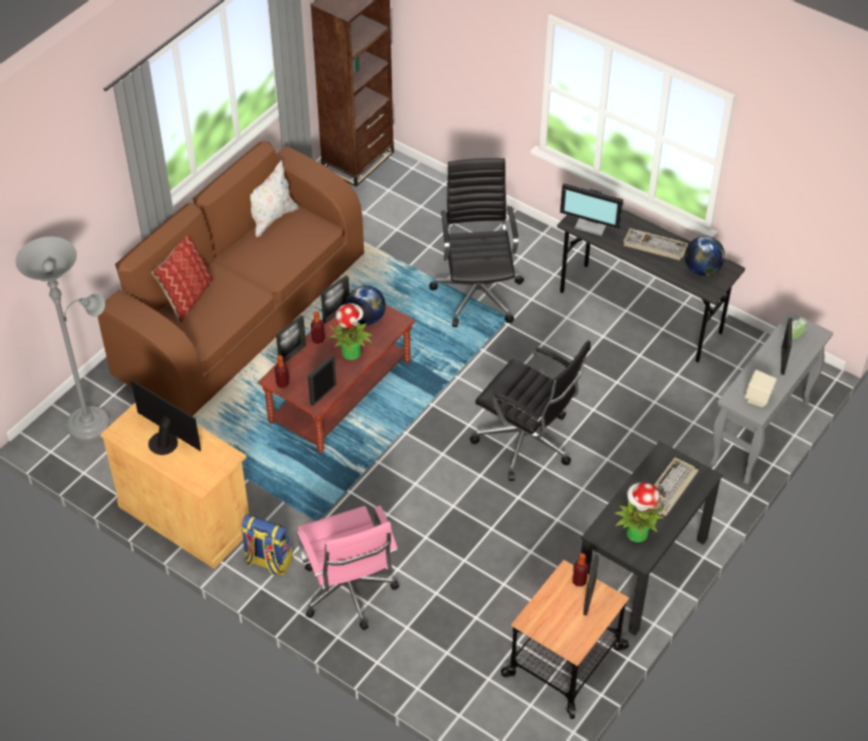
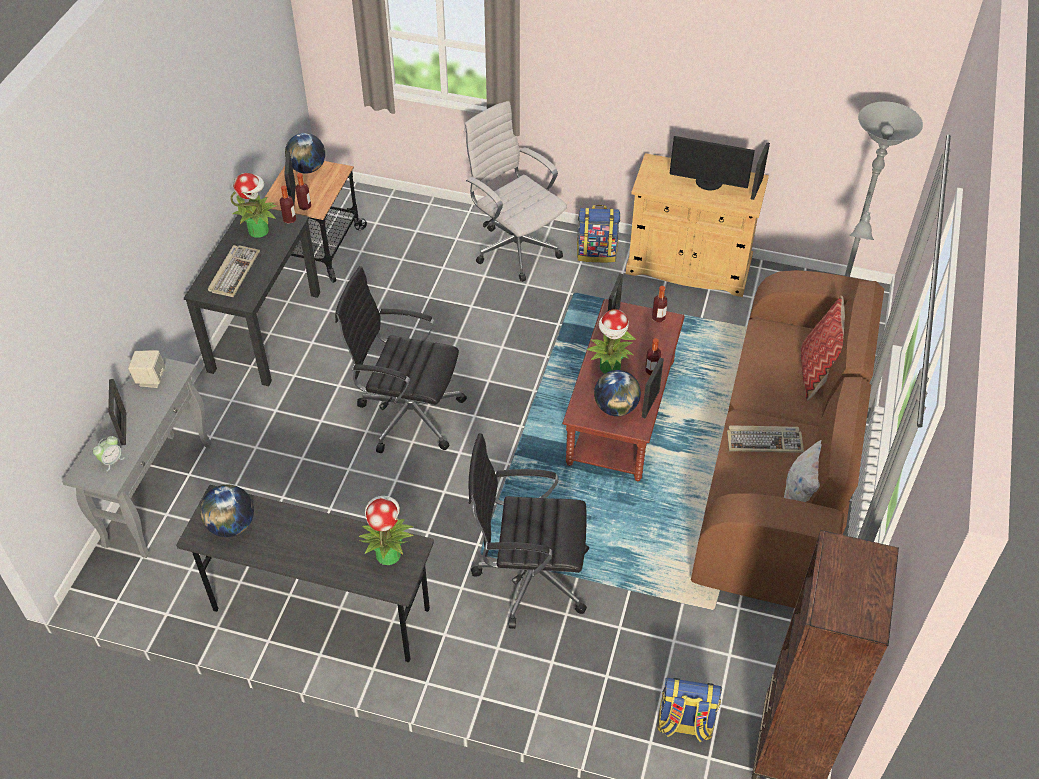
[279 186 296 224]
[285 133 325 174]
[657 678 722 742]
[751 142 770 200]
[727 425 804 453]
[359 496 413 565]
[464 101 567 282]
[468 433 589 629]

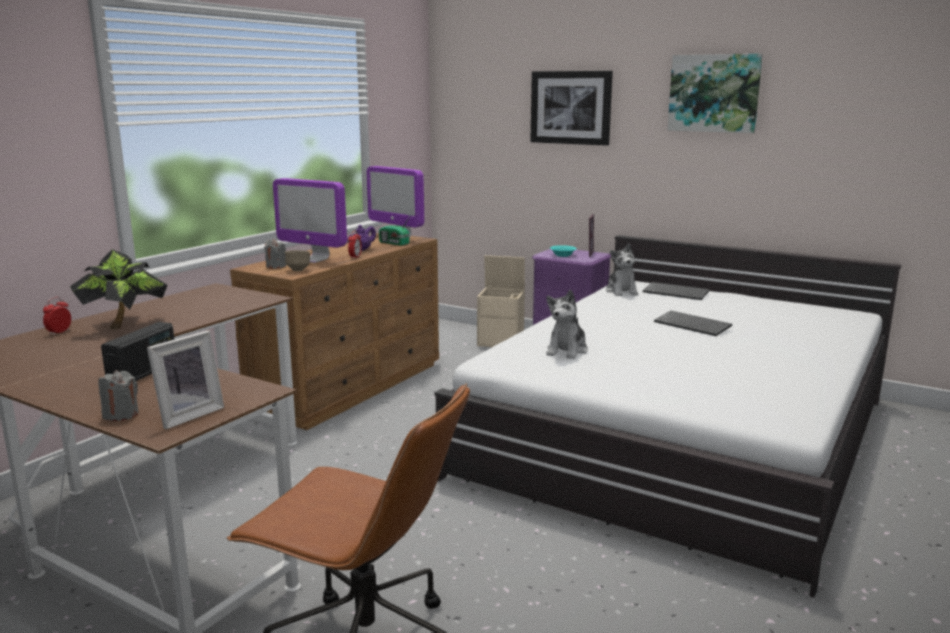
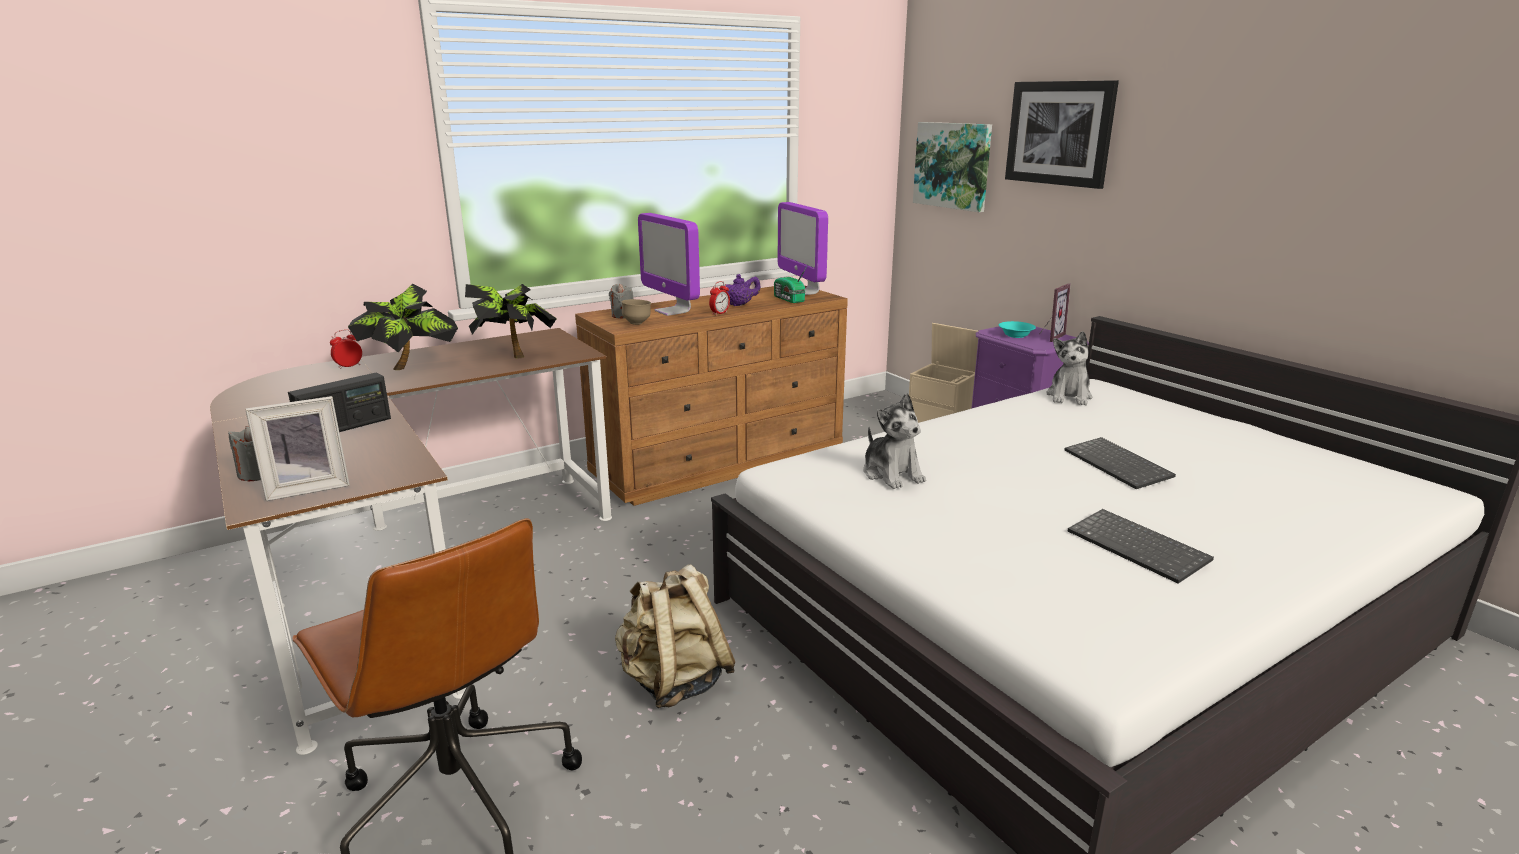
[465 284 557 358]
[615 564 735 708]
[1068 509 1214 584]
[913 122 992 212]
[864 393 926 489]

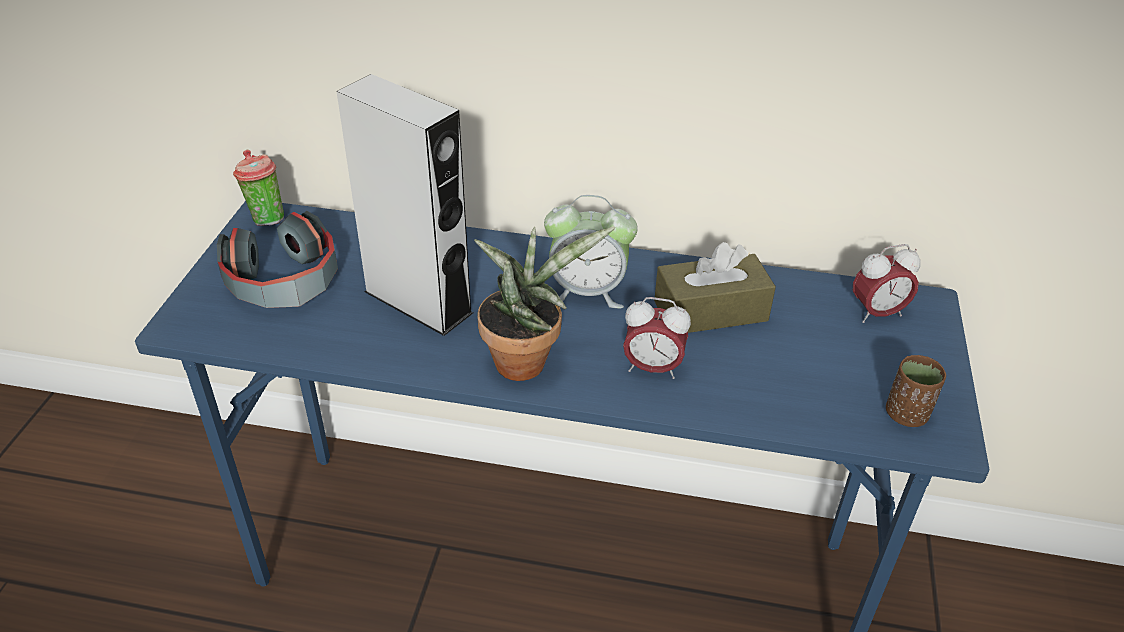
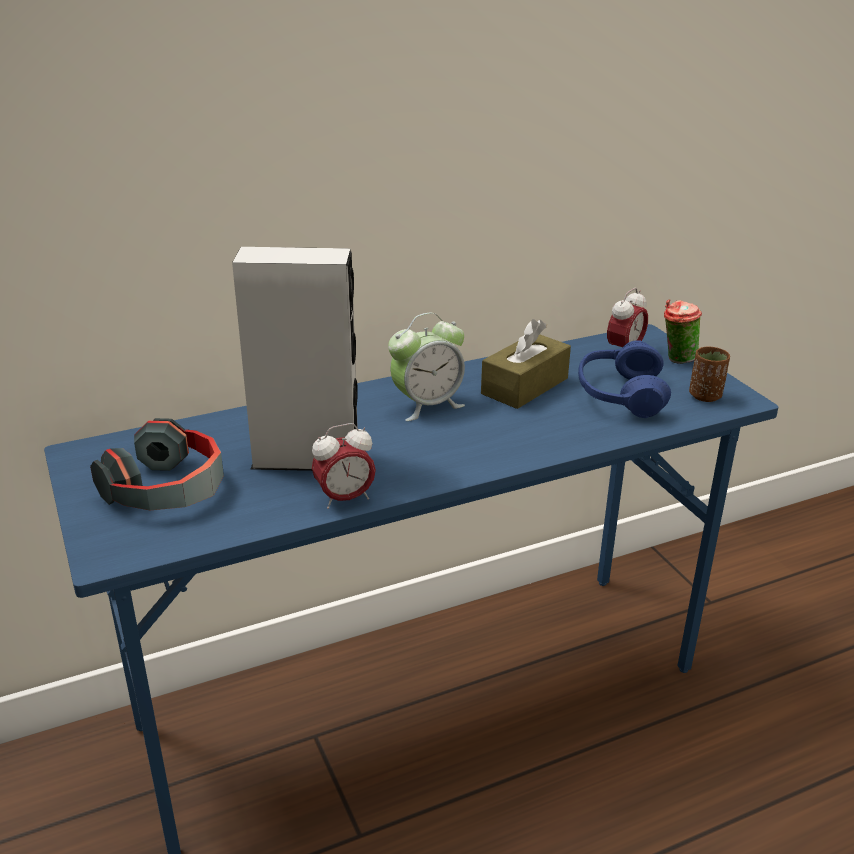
[474 226 615 381] (first image)
[578 340 671 418]
[664 299 702 364]
[312 423 376 509]

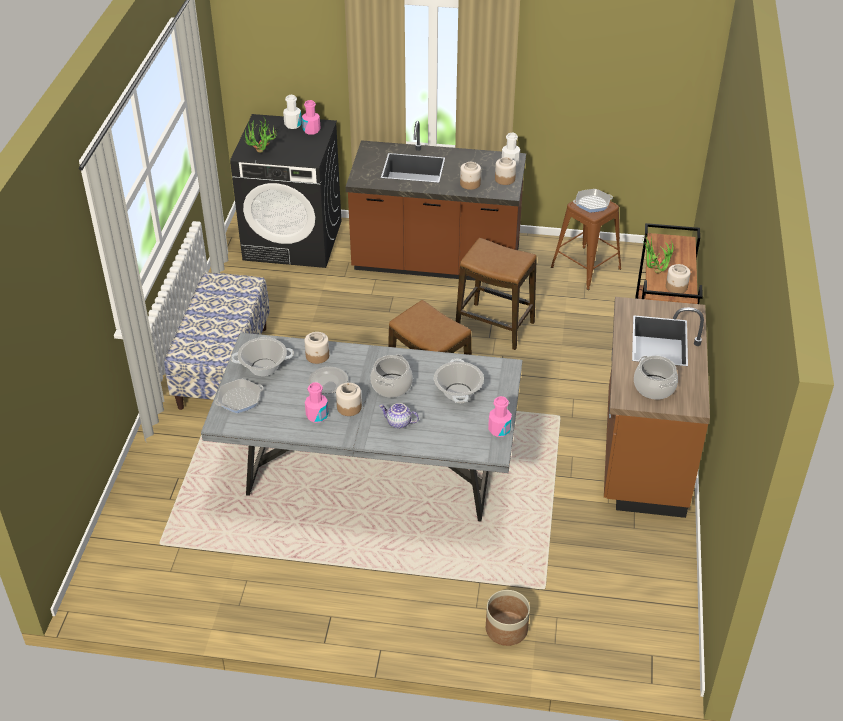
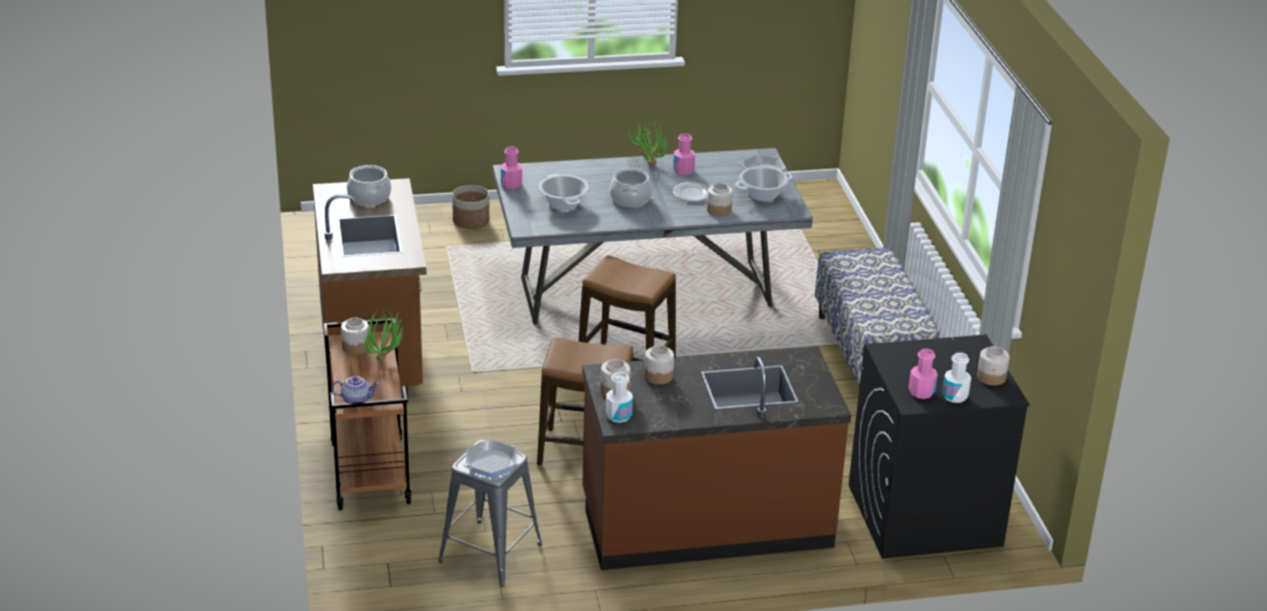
[629 119 668 166]
[977 346 1010 386]
[332 376 379 403]
[439 440 542 587]

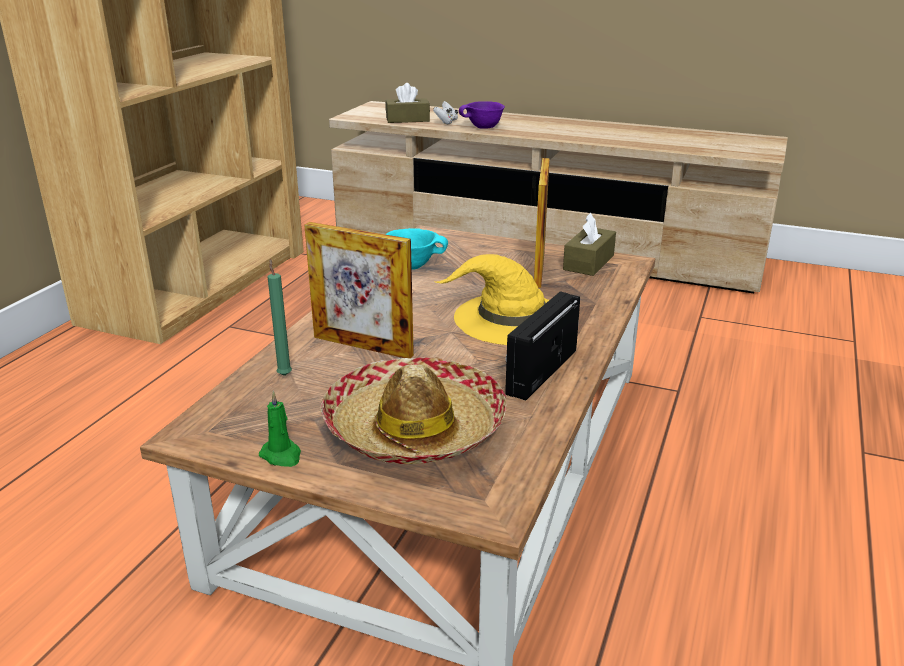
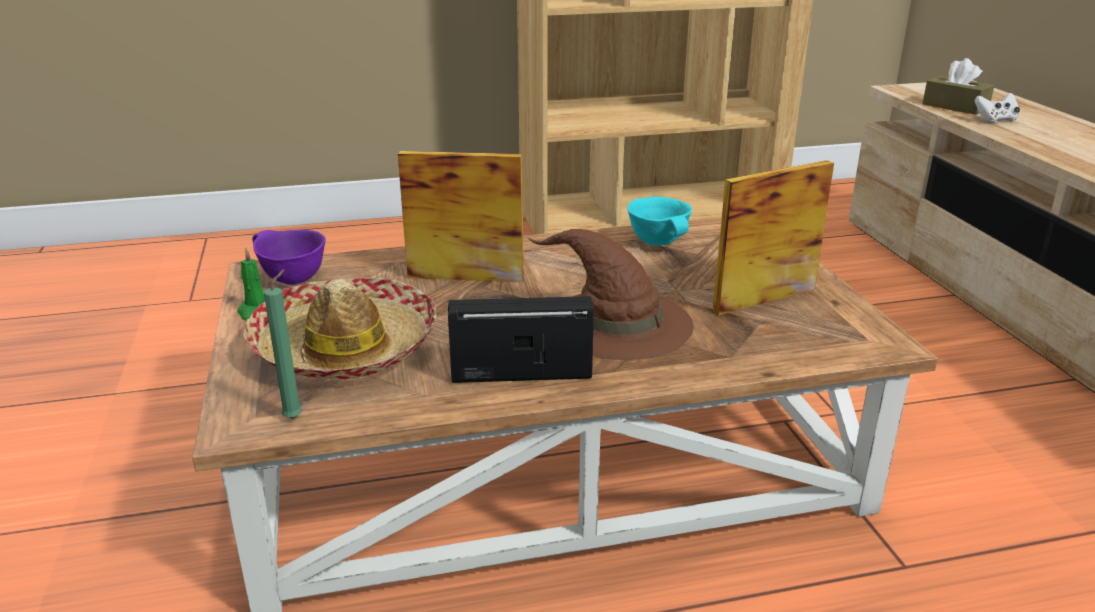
[563 213 616 276] (first image)
[264 269 302 419]
[252 230 326 285]
[528 229 693 360]
[398 151 524 282]

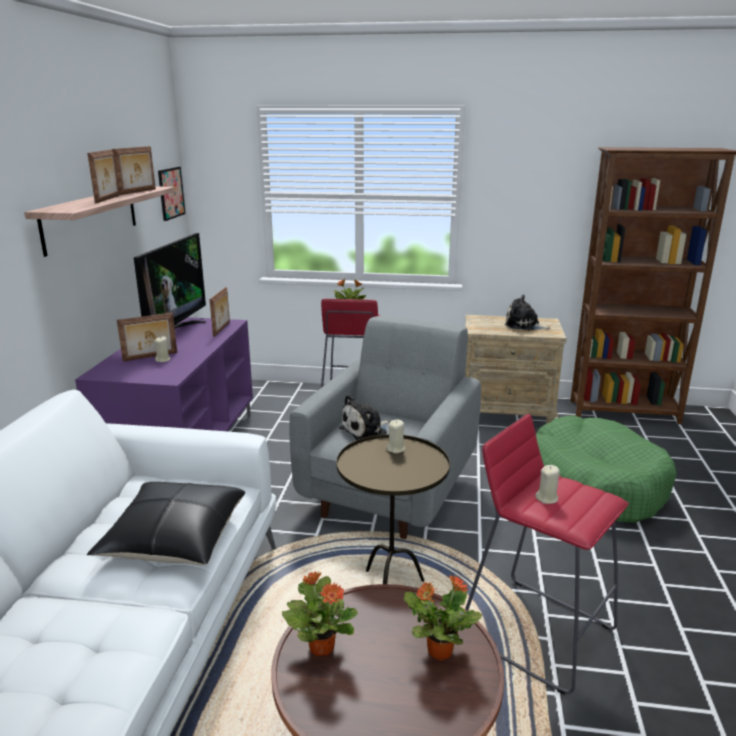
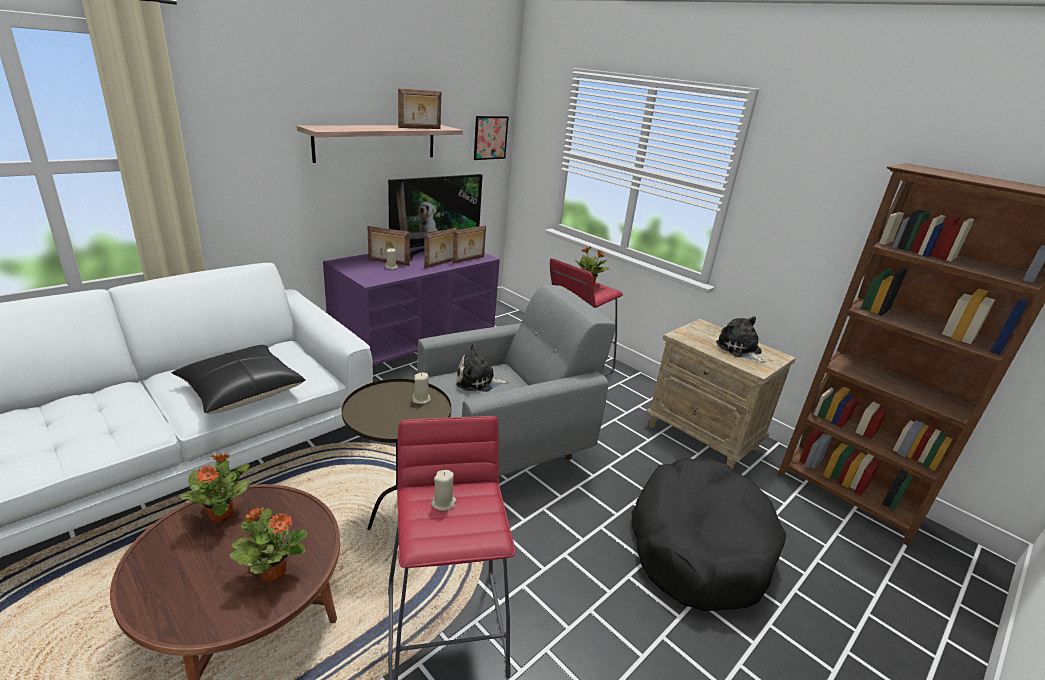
[424 228 457 268]
[632 458 786 611]

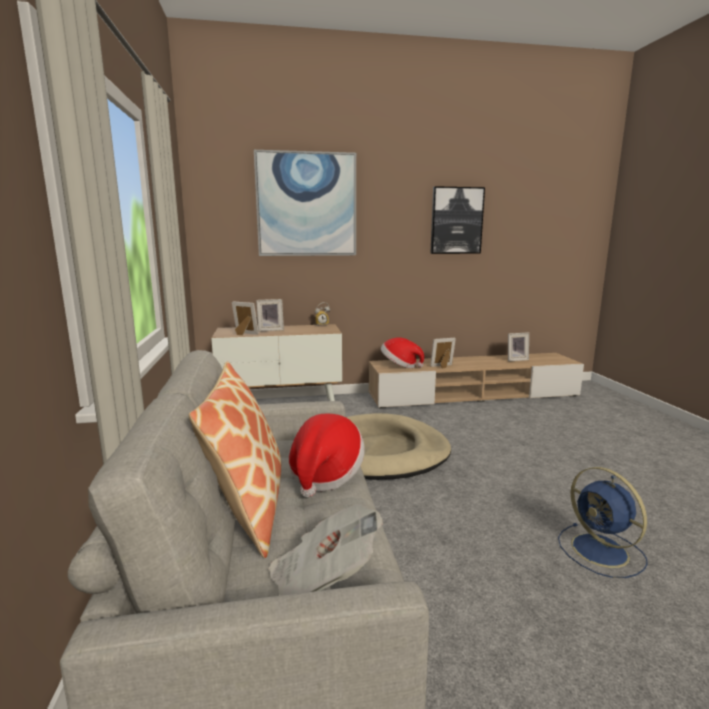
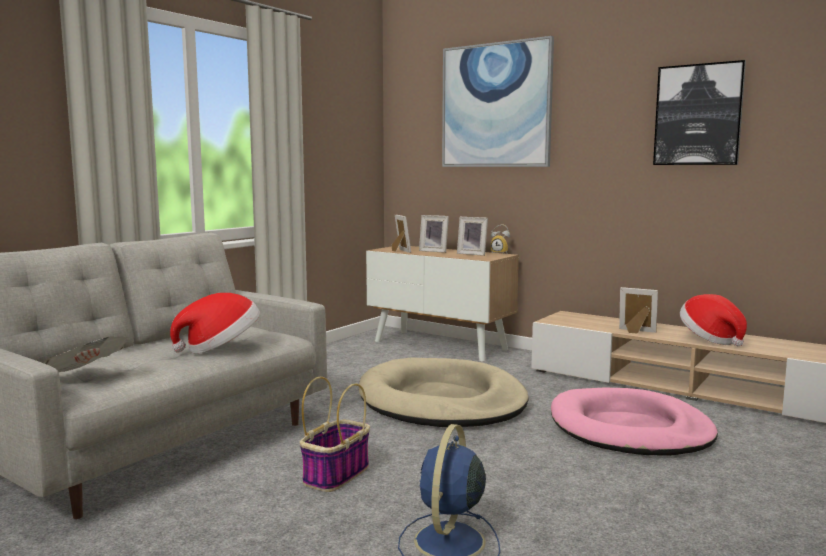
[189 361 281 558] (first image)
[300 377 370 492]
[551 388 718 456]
[680 294 747 346]
[457 217 488 256]

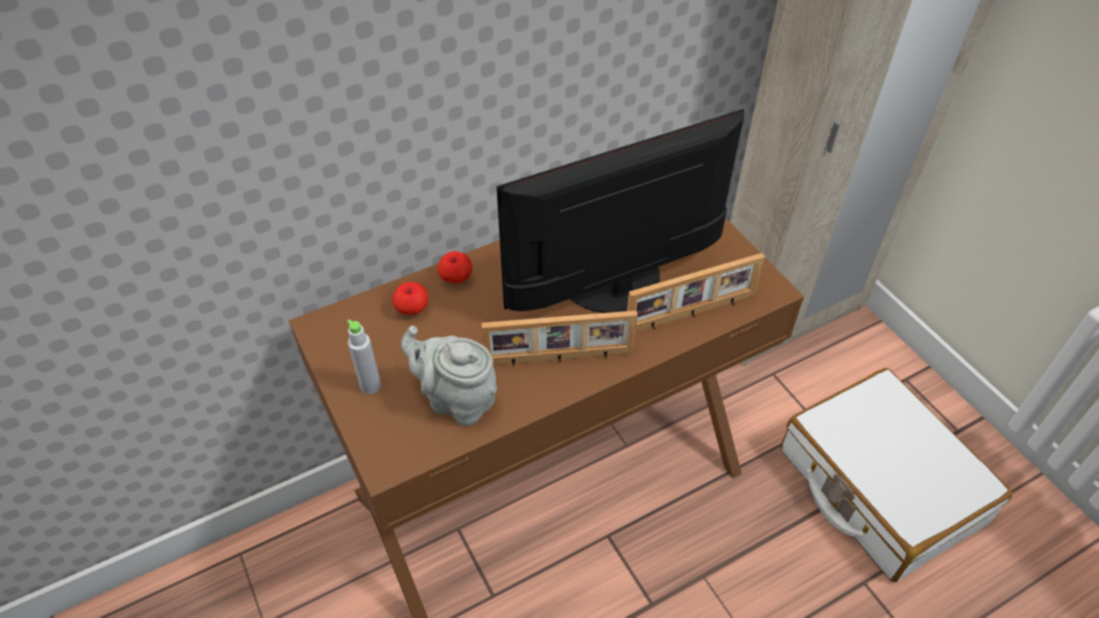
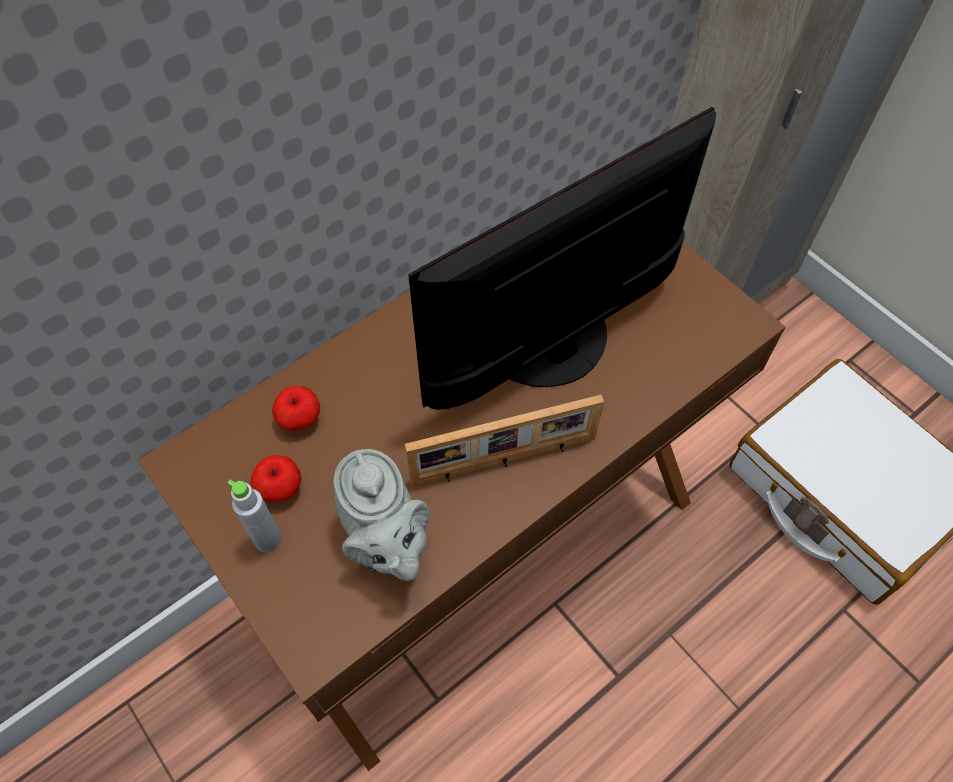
[627 253 765 332] (first image)
[251 455 301 502]
[333 449 429 581]

